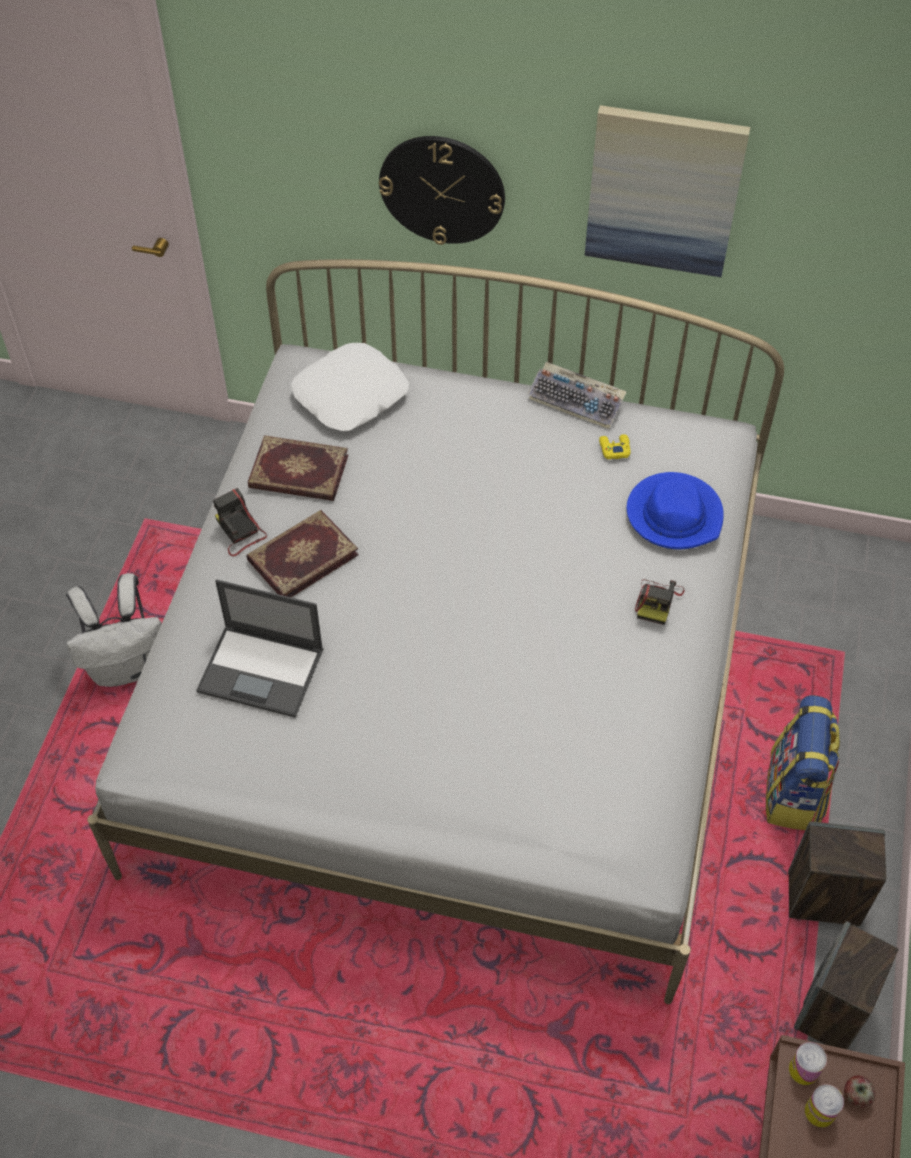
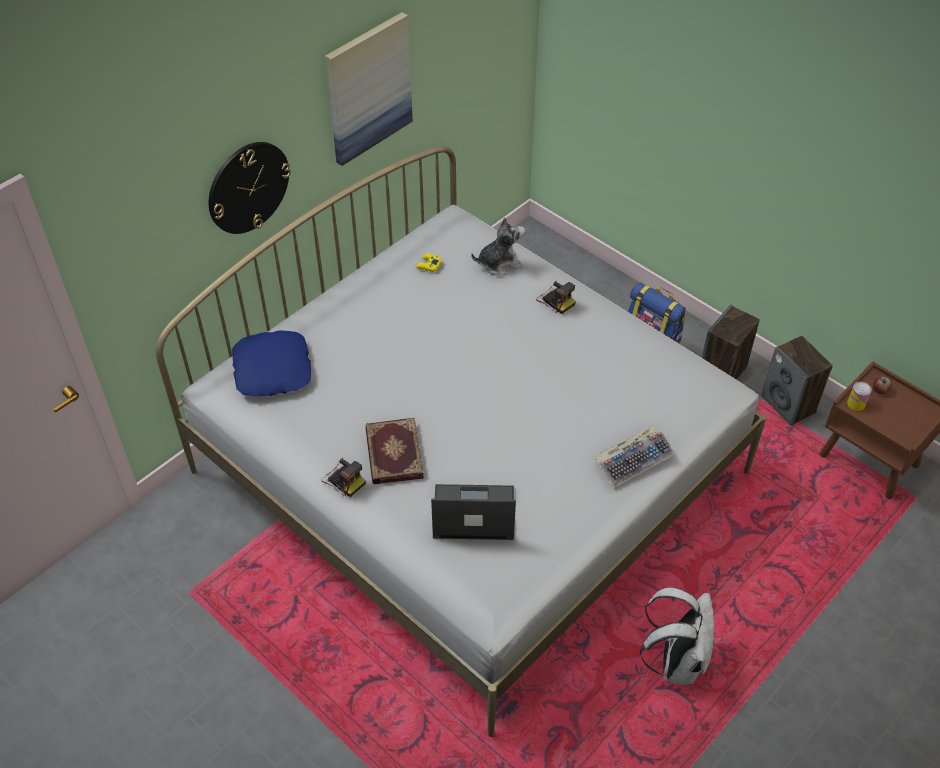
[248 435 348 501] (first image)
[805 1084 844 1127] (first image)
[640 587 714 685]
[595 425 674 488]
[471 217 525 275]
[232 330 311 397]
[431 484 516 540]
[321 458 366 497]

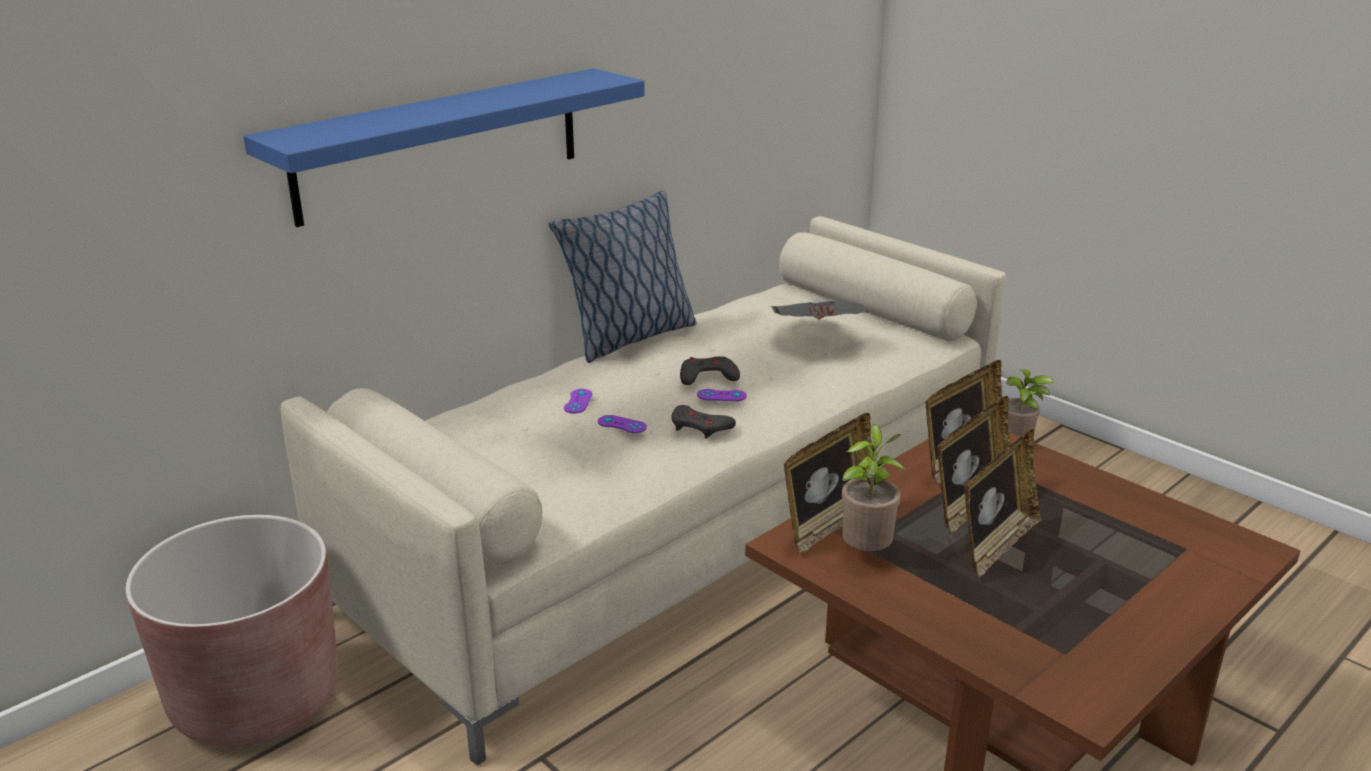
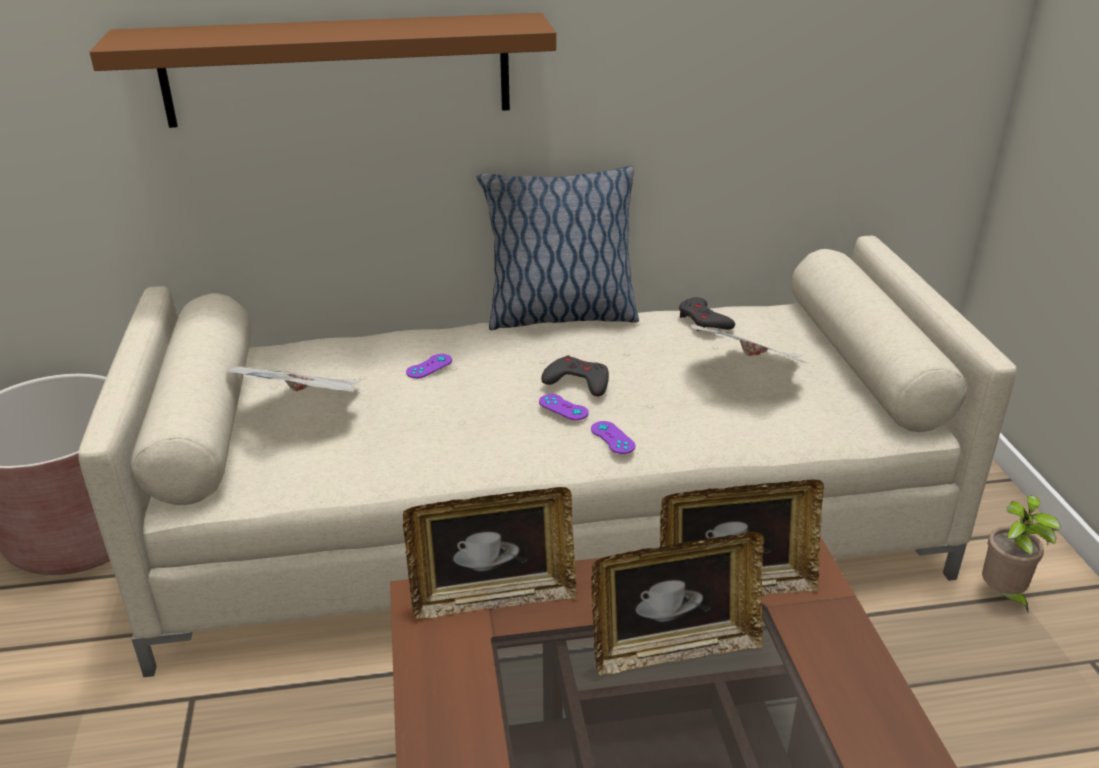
[842 424 905 551] (first image)
[964 429 1042 578] (first image)
[227 366 360 392]
[591 421 636 454]
[679 297 735 331]
[90 13 556 128]

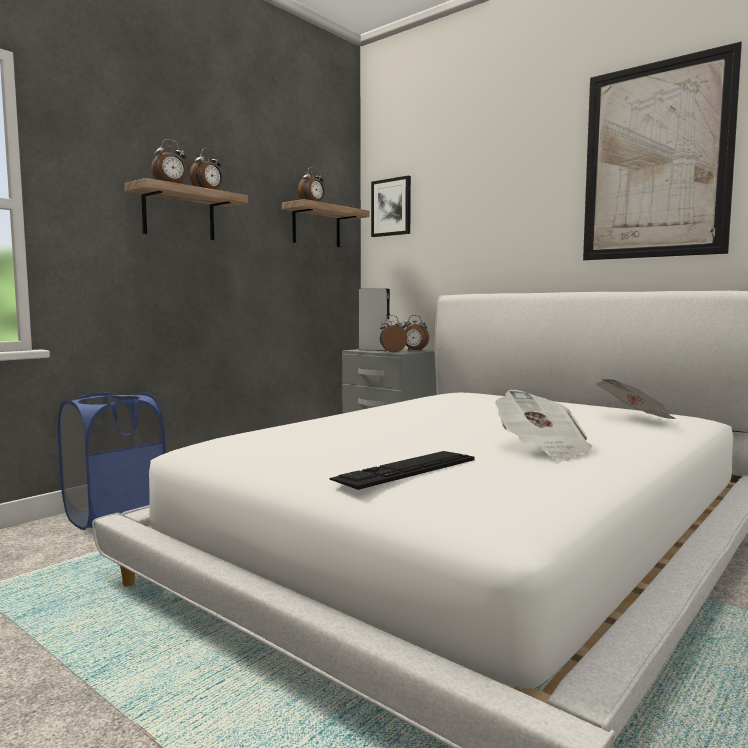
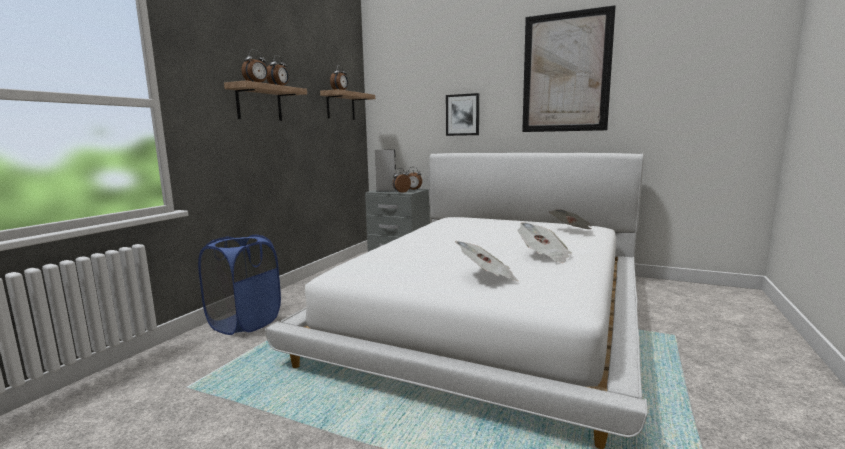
[446 93 479 136]
[455 241 518 281]

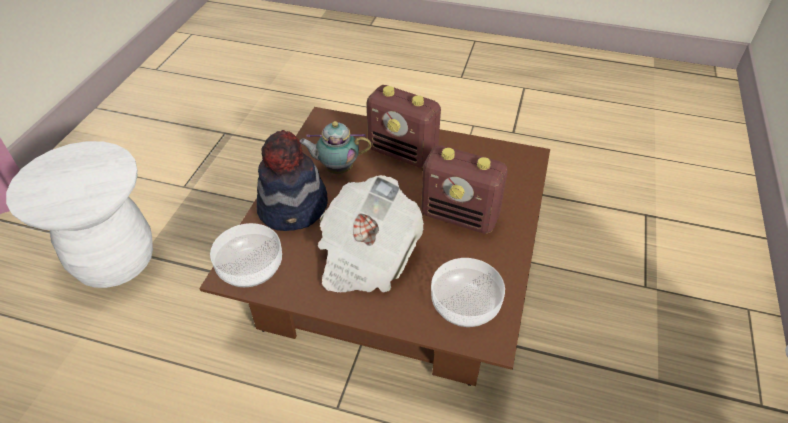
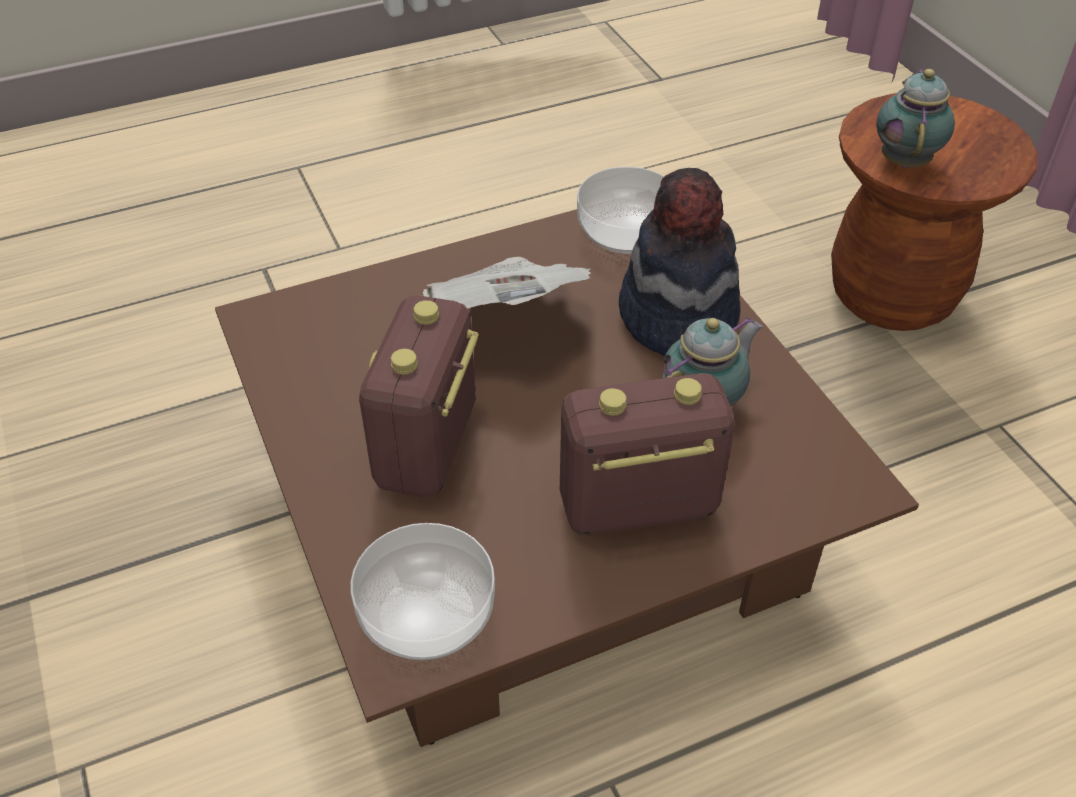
[876 69 955 168]
[351 523 495 661]
[831 93 1038 331]
[359 295 479 497]

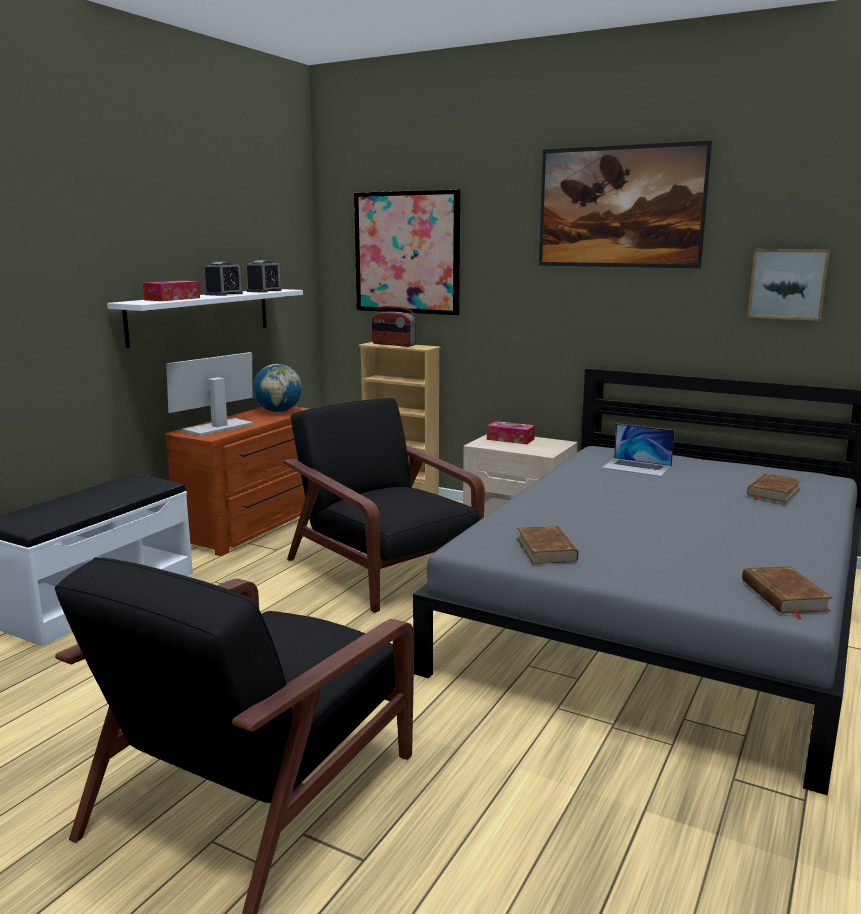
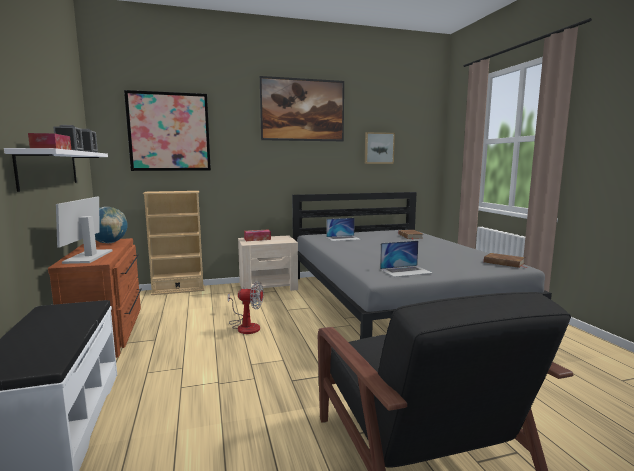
[372 306 416 347] (first image)
[228 281 263 334]
[380 241 433 277]

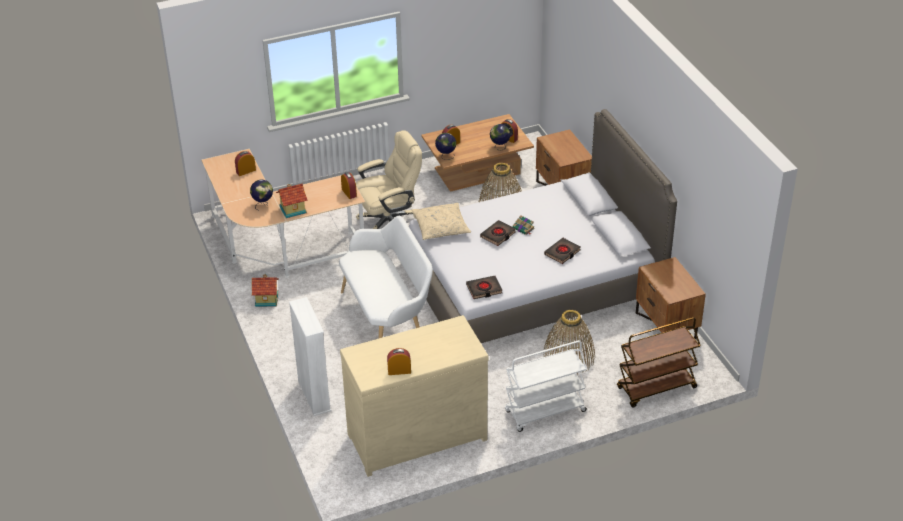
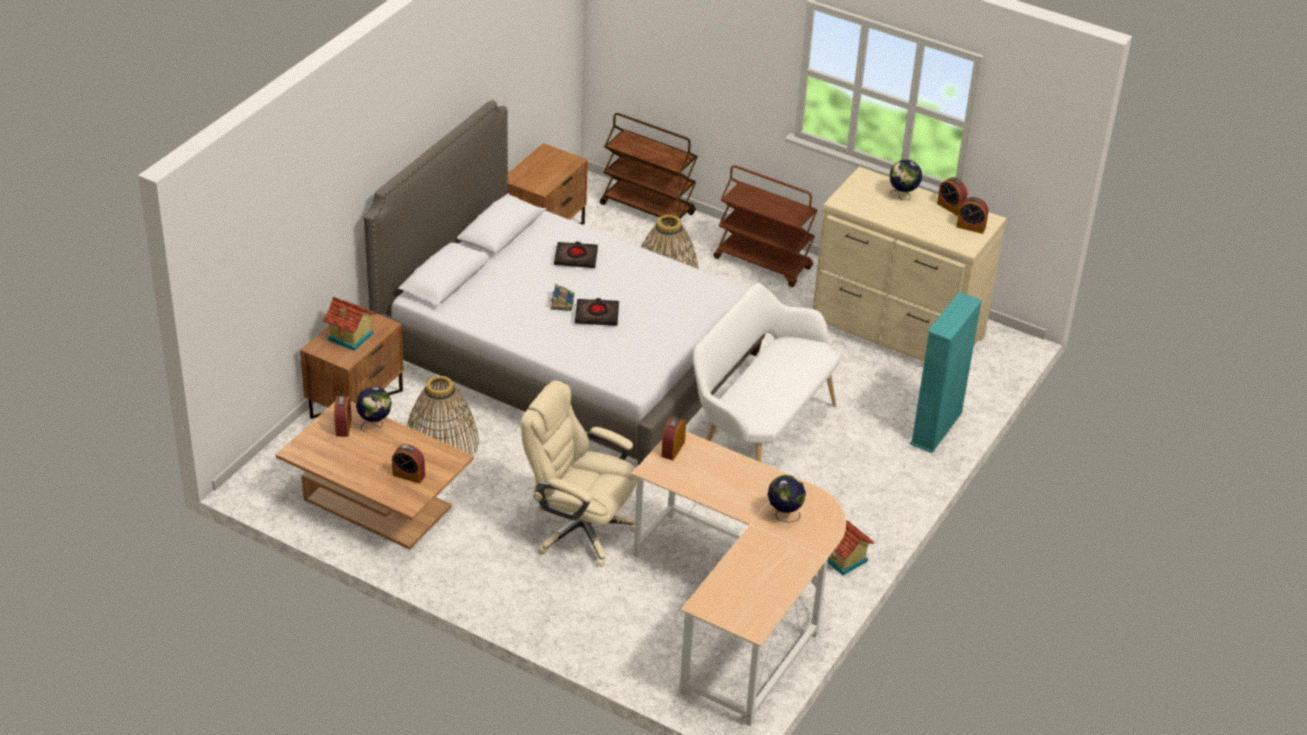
[412 203 471 240] (first image)
[466 276 502 299] (first image)
[956 197 988 234]
[323 297 376 351]
[889 160 922 200]
[910 292 982 453]
[714 165 818 287]

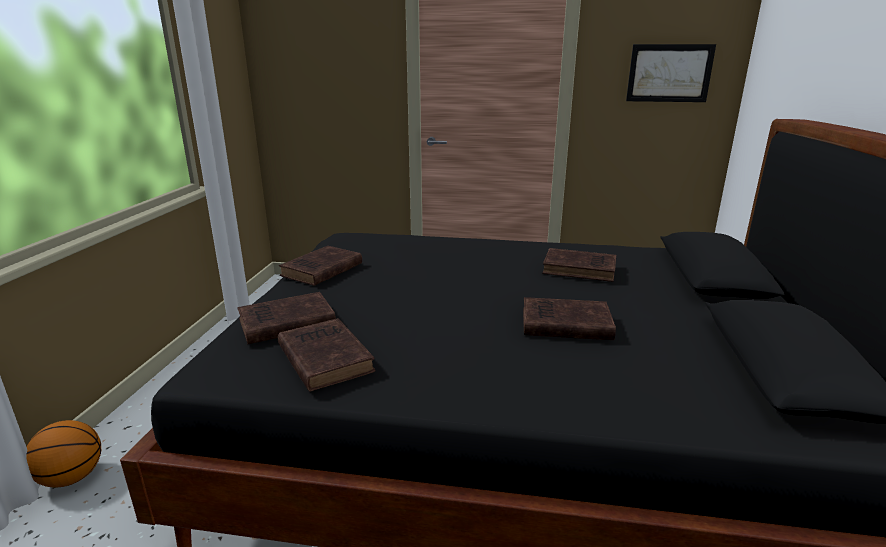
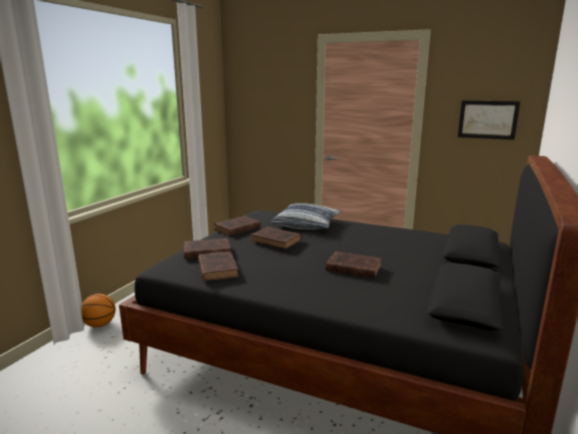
[271 203 342 230]
[251 227 302 249]

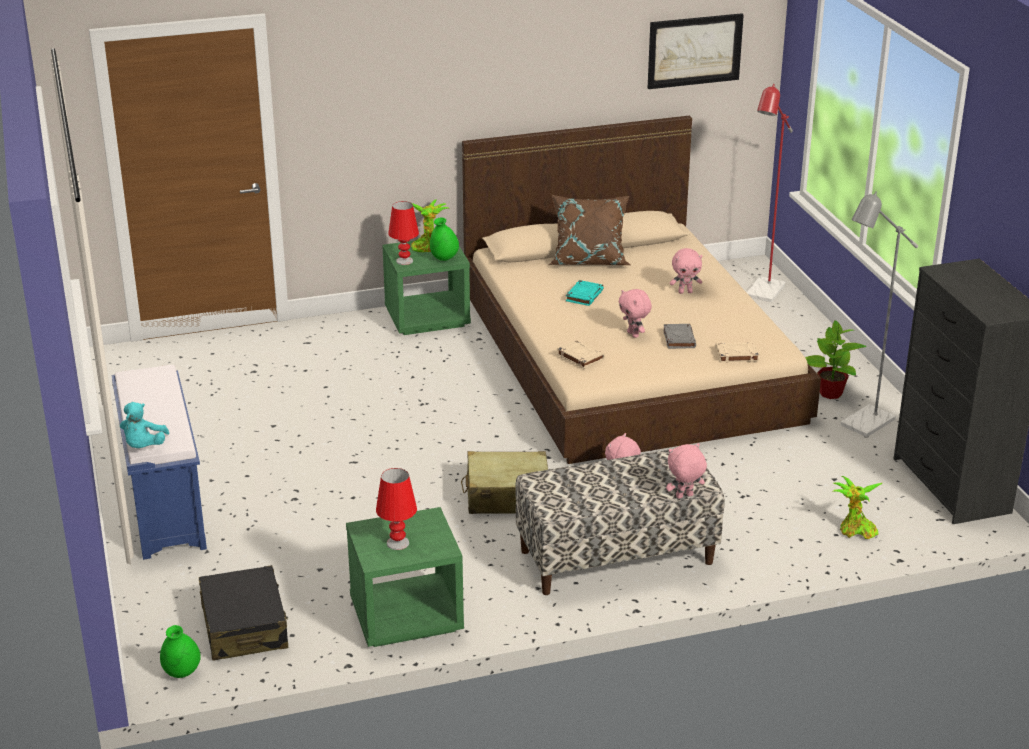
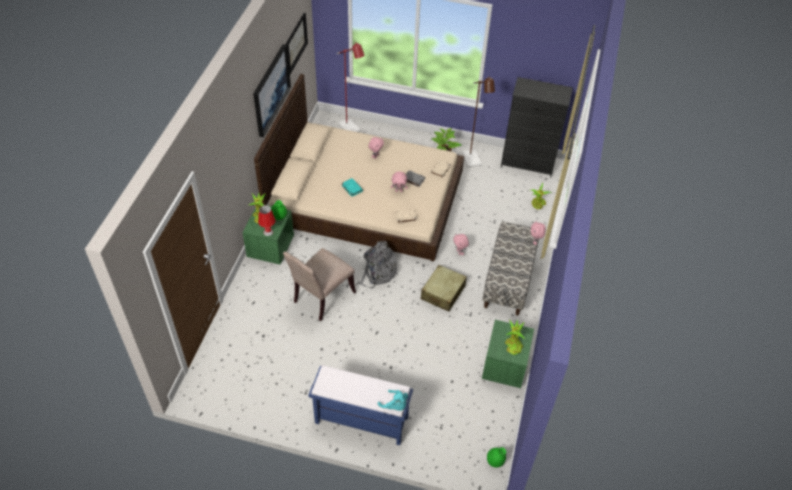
[199 565 288 661] (first image)
[549 195 631 265] (first image)
[253 44 291 137]
[283 248 356 321]
[357 240 398 288]
[505 319 525 355]
[462 77 495 167]

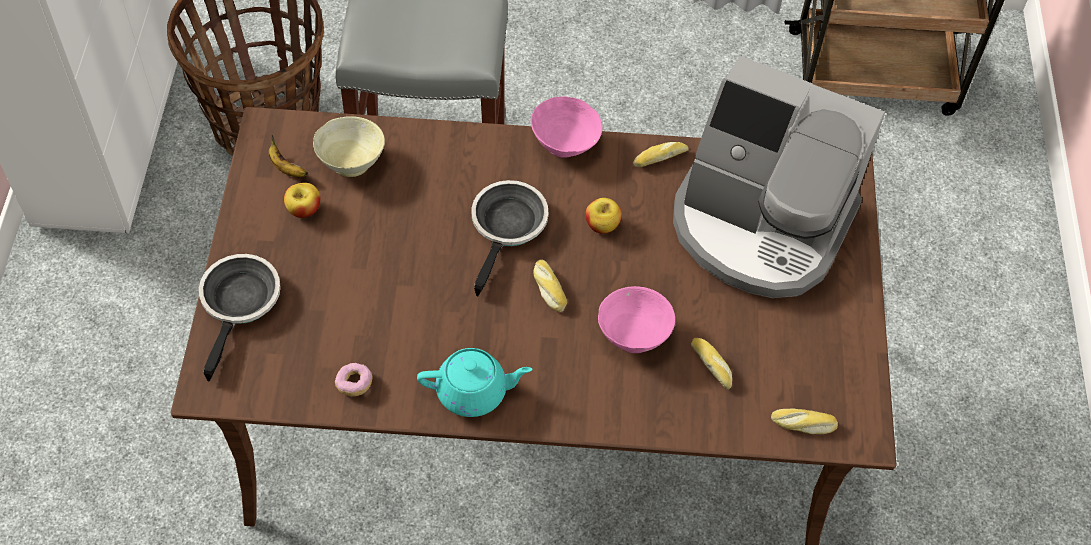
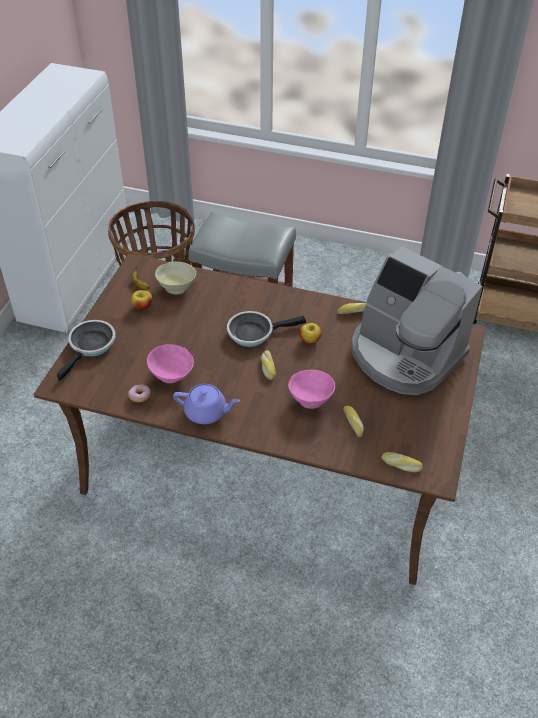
[147 344 194 383]
[173 384 240 424]
[227 311 306 347]

